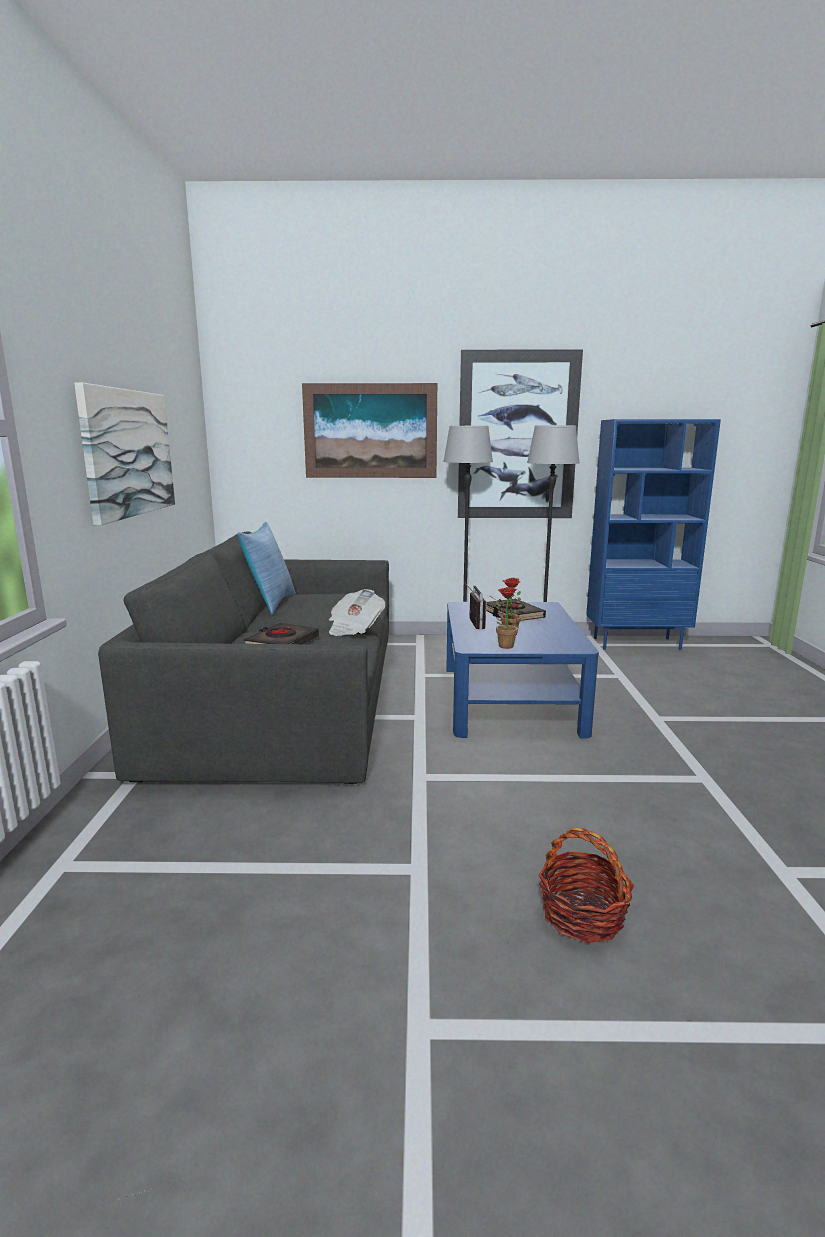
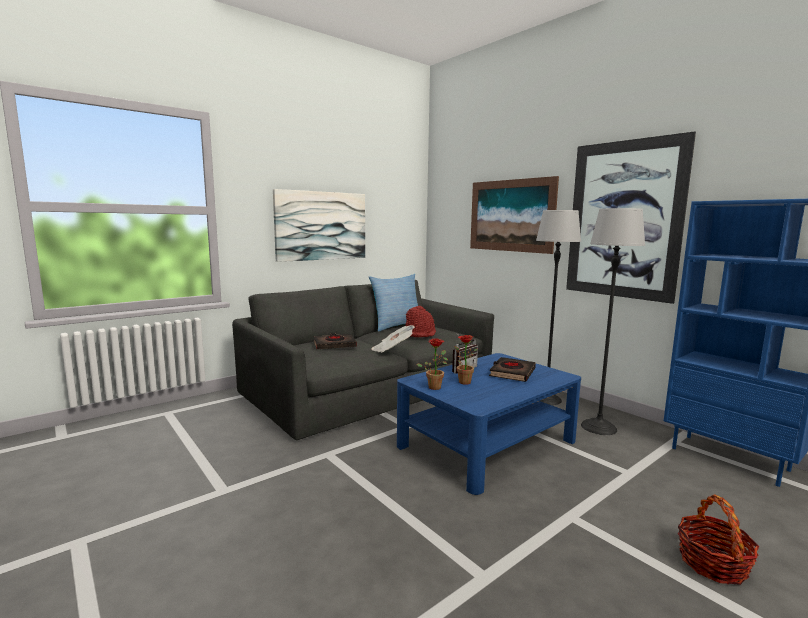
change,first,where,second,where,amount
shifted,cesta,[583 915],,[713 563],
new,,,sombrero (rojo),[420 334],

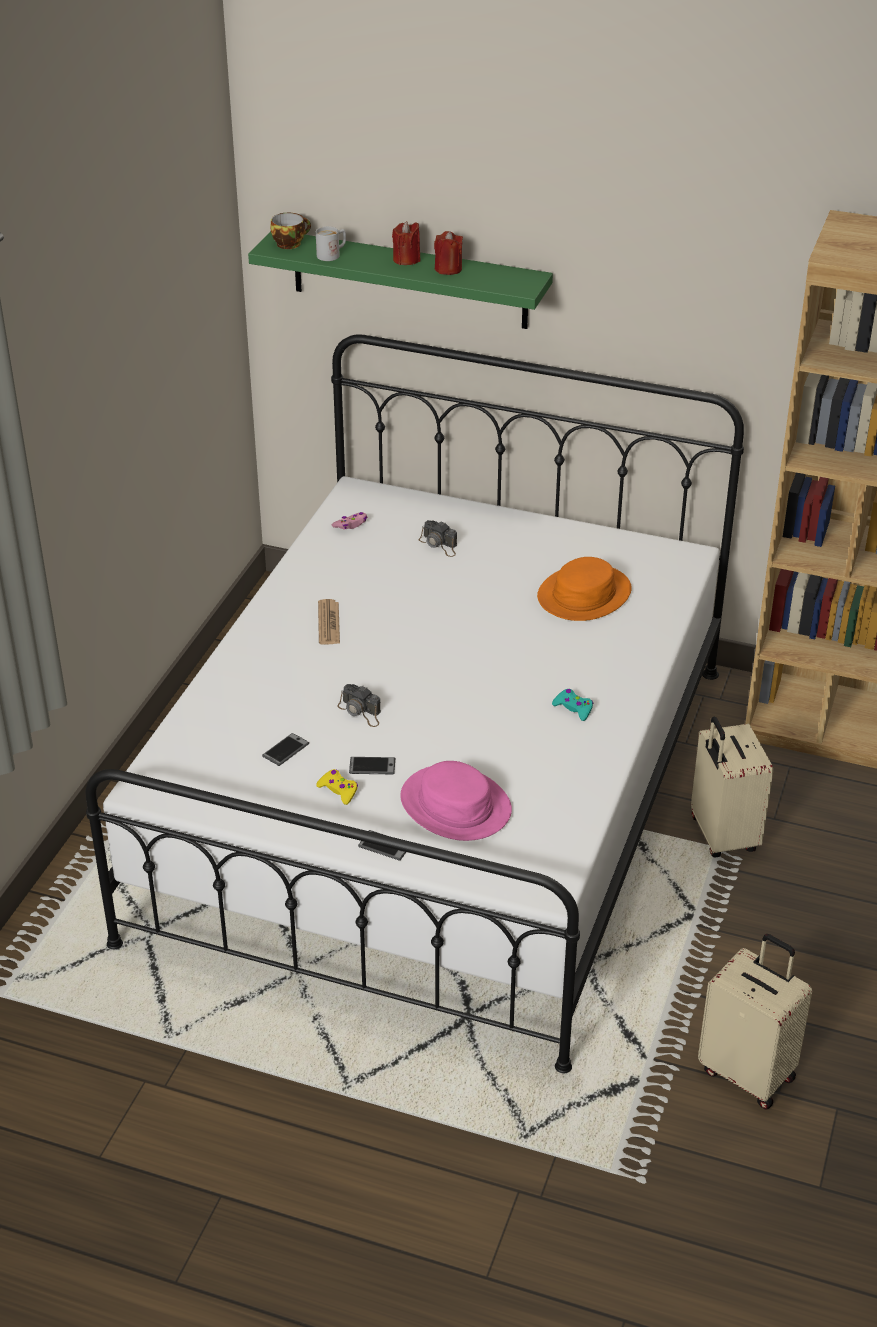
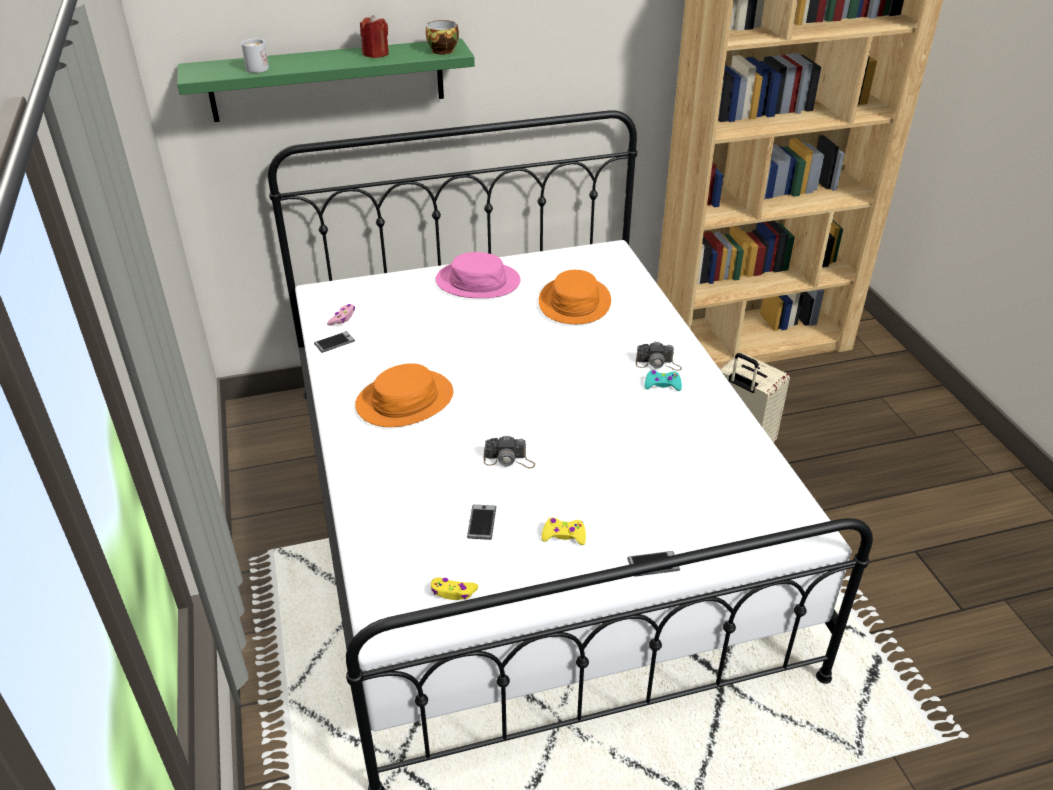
change,first,where,second,where,amount
shifted,taza,[290 243],,[443 50],
swapped,periódico,[328 623],sombrero (naranja),[405 400],
shifted,móvil,[372 766],,[334 342],
gone,vela (rojo),[406 259],,,
shifted,sombrero (rosa),[456 804],,[478 281],
shifted,cámara,[439 545],,[658 364],
gone,maleta (beis),[748 1073],,,
new,,,mando de consola (amarillo),[453 592],

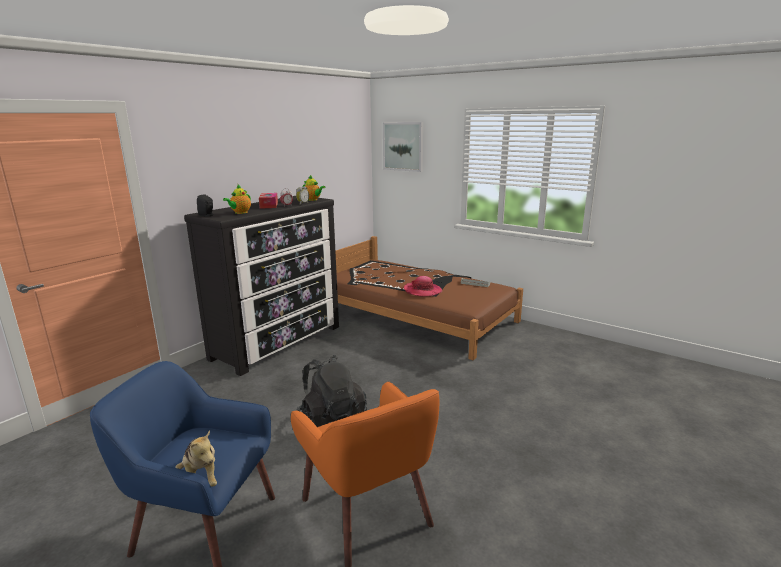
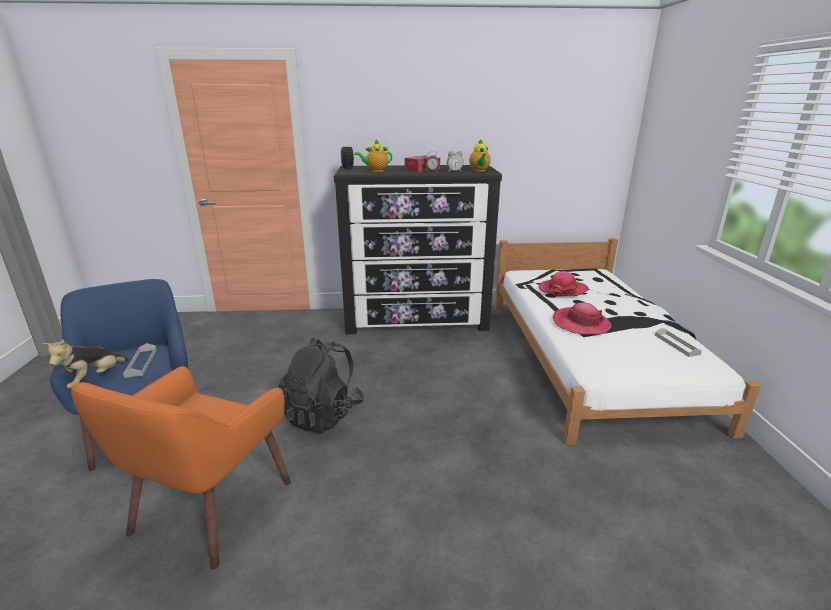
change,first,where,second,where,amount
repainted,cama (marrón),[415 316],cama (blanco),[589 357],
gone,cuadro,[403 146],,,
new,,,bandeja (gris),[141 363],
new,,,sombrero,[563 290],

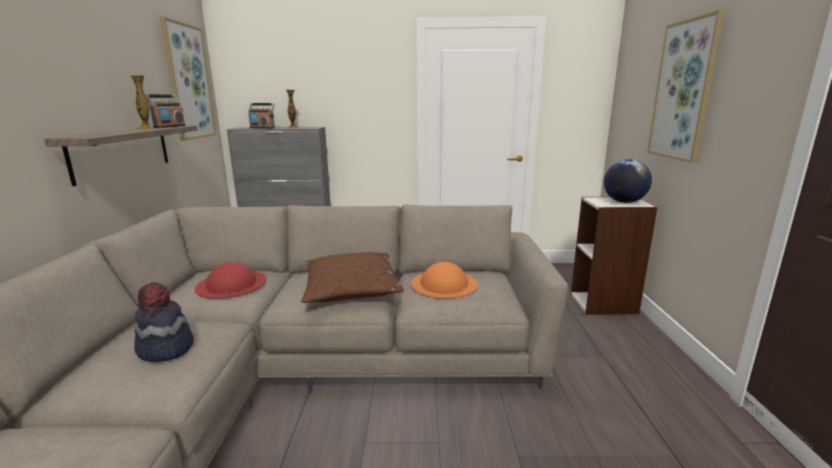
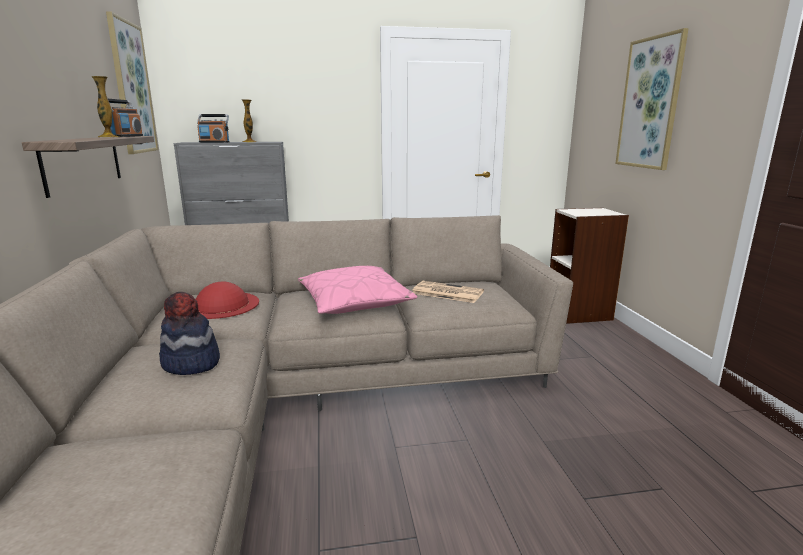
change,first,where,second,where,amount
repainted,cojín (marrón),[351 288],cojín (rosa),[354 302],
swapped,sombrero (naranja),[444 283],periódico,[446 292],
gone,globo terráqueo,[624 202],,,

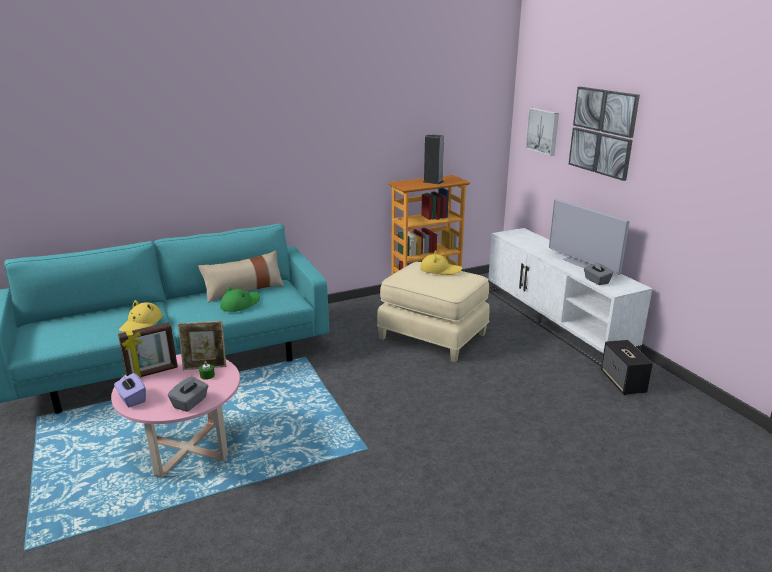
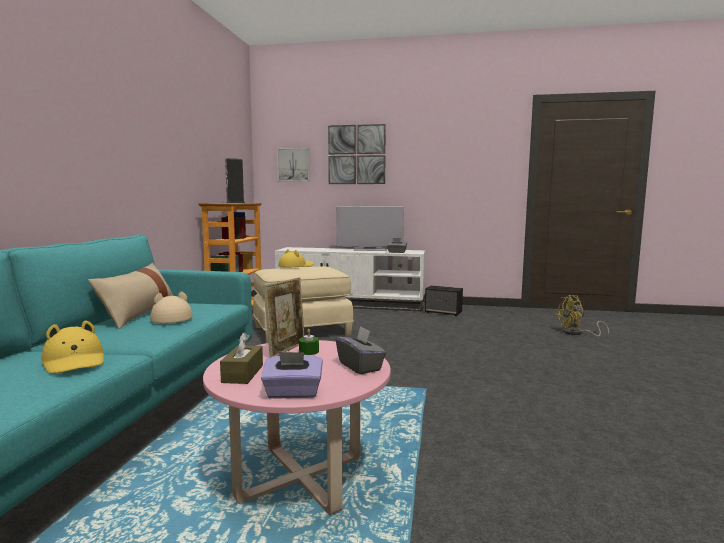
change,first,where,second,where,amount
swapped,portarretratos,[152 373],caja de pañuelos (marrón),[243 374],
repainted,sombrero (verde),[240 304],sombrero (beis),[171 318],
new,,,ventilador (amarillo),[577 333],

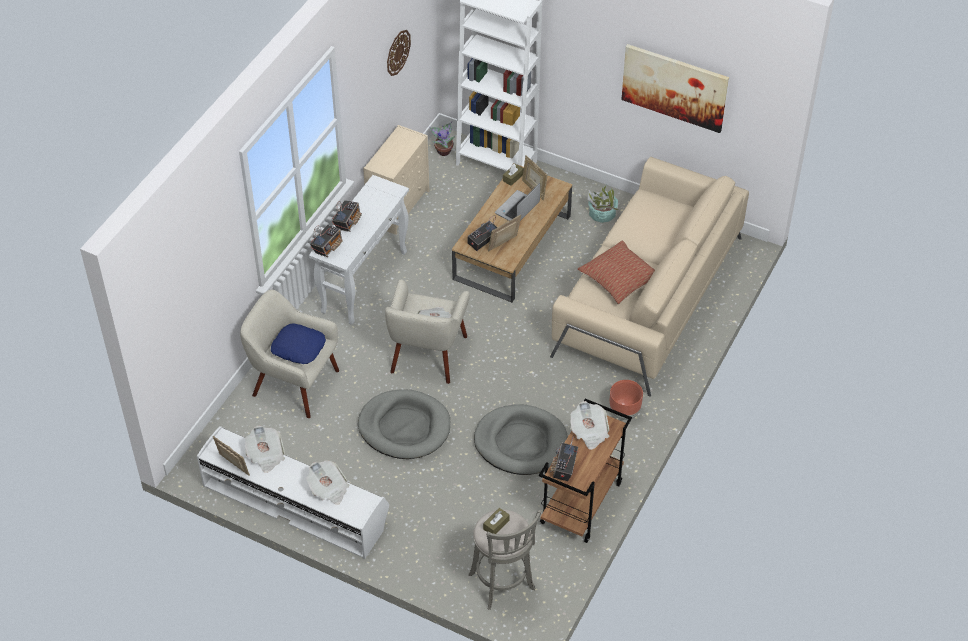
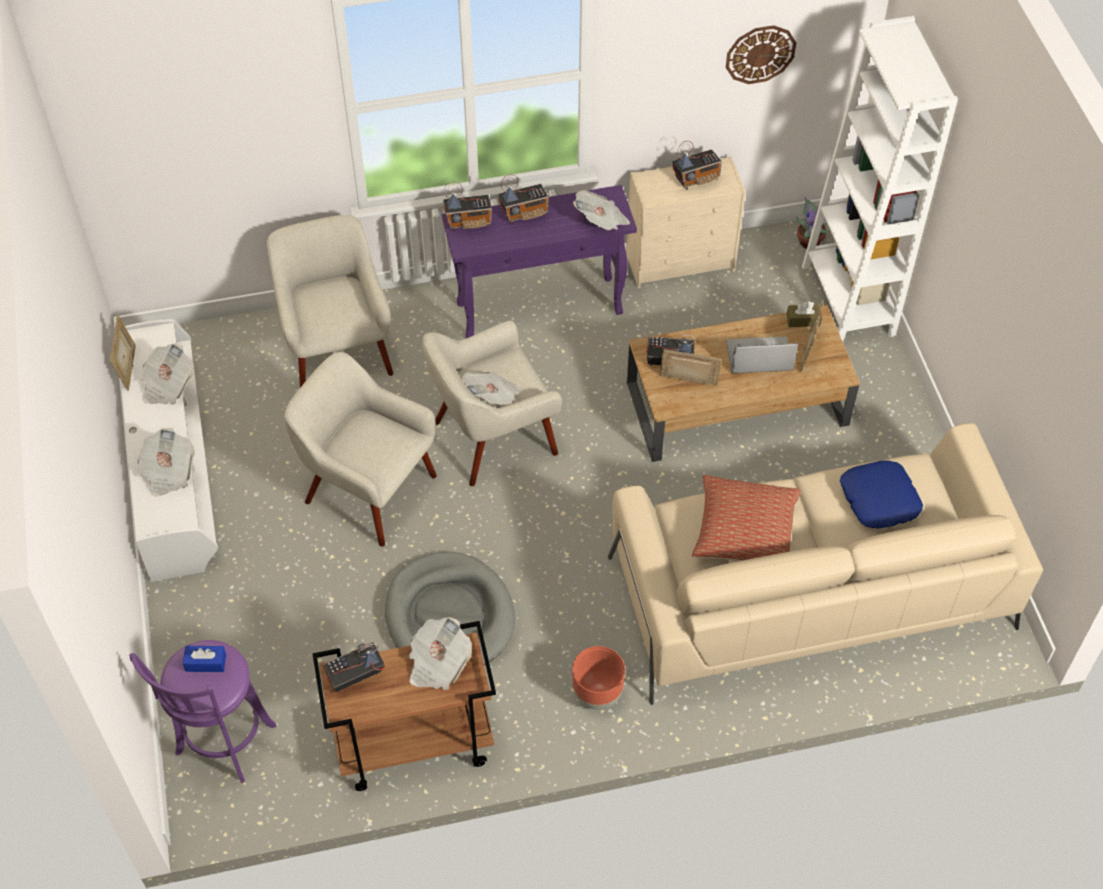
change,first,where,second,where,amount
shifted,cojín (azul),[298 348],,[878 499],
repainted,mesa consola (blanco),[364 281],mesa consola (morado),[541 308],
swapped,cama para perro (gris),[404 427],sillón (beis),[368 489],
repainted,taburete (gris),[503 585],taburete (morado),[223 744],
repainted,caja de pañuelos (marrón),[496 525],caja de pañuelos (azul),[206 662],
gone,planta en maceta,[602 214],,,
gone,cuadro,[674 87],,,
new,,,periódico,[601 221],
new,,,radio,[697 179],

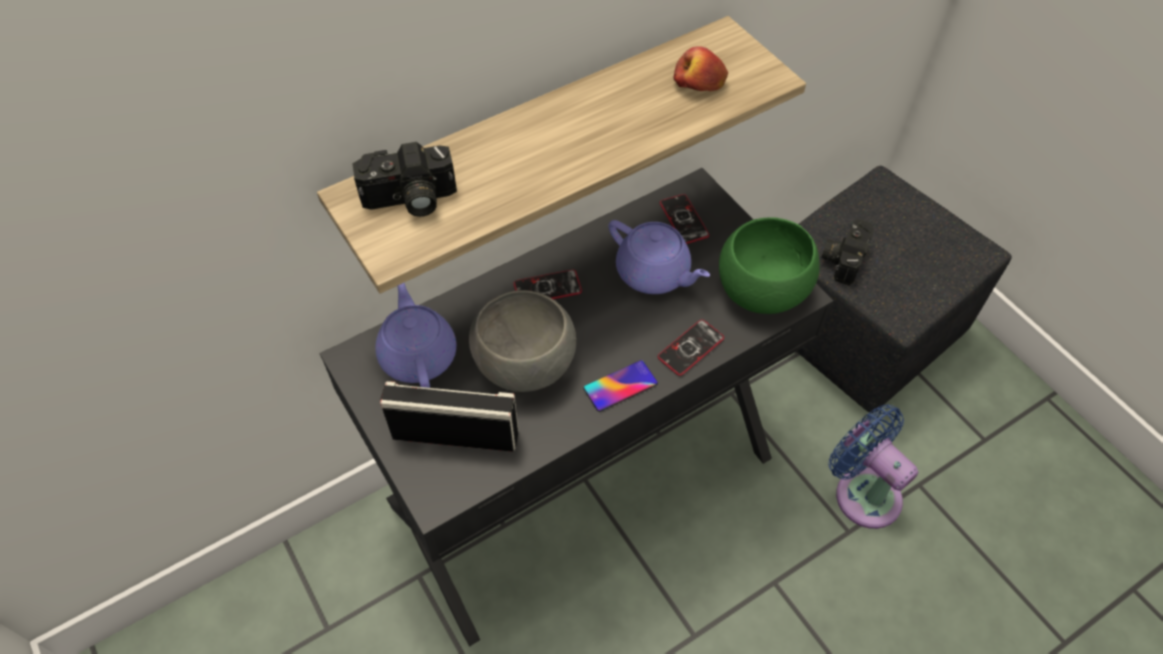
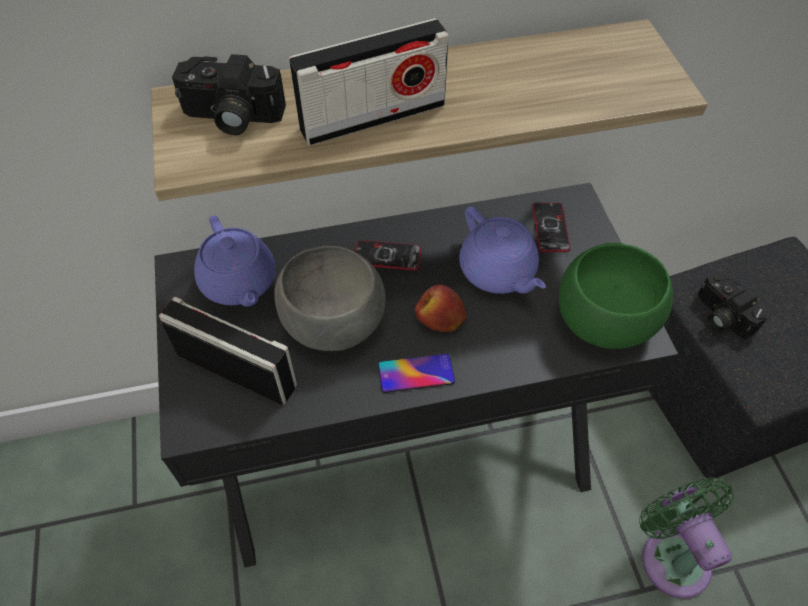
change,first,where,second,where,amount
rotated,tetera (morado),[418 354],,[239 283],150 degrees clockwise
gone,móvil,[690 348],,,
shifted,manzana,[699 83],,[440 317],
rotated,cámara,[842 258],,[720 316],75 degrees counterclockwise
repainted,ventilador (azul),[862 492],ventilador (verde),[672 554],
new,,,radio,[373 117],

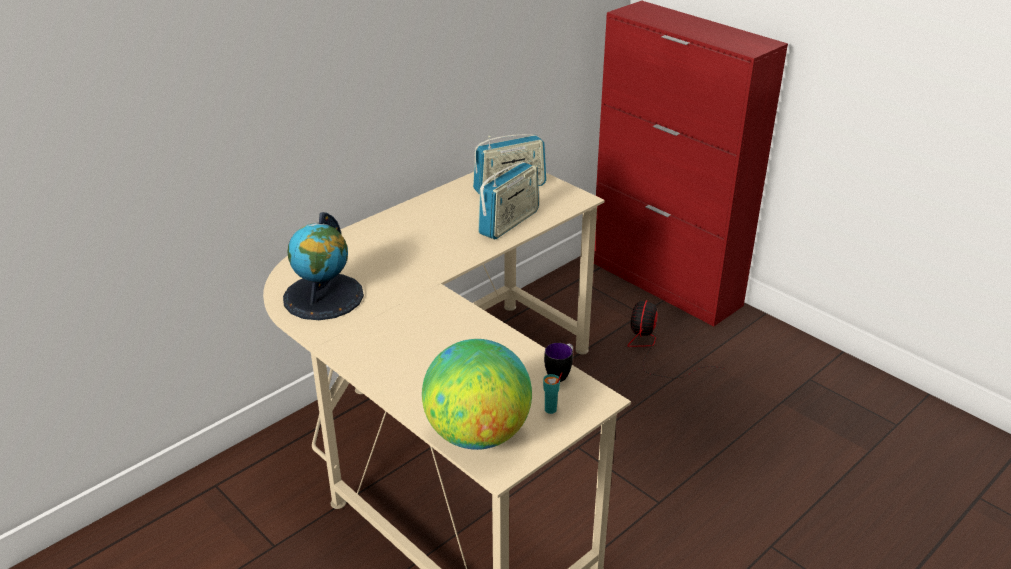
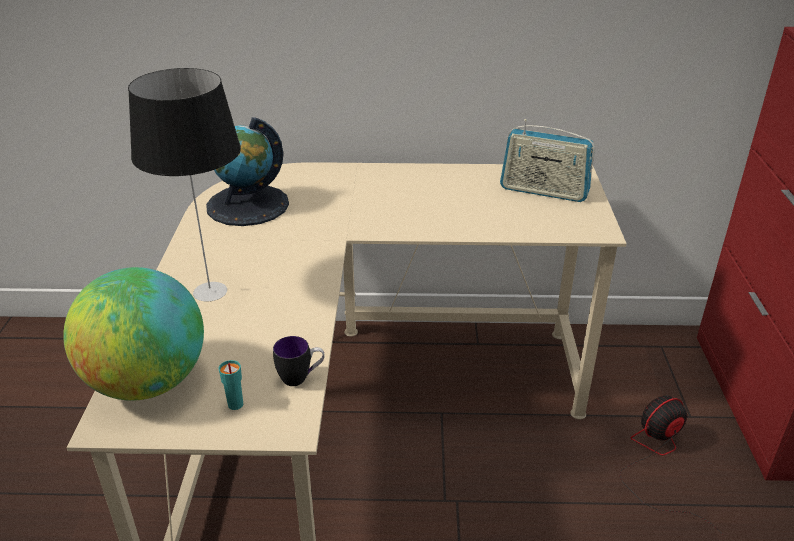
change,first,where,second,where,amount
gone,radio,[509 223],,,
new,,,lámpara de mesa,[211 291],

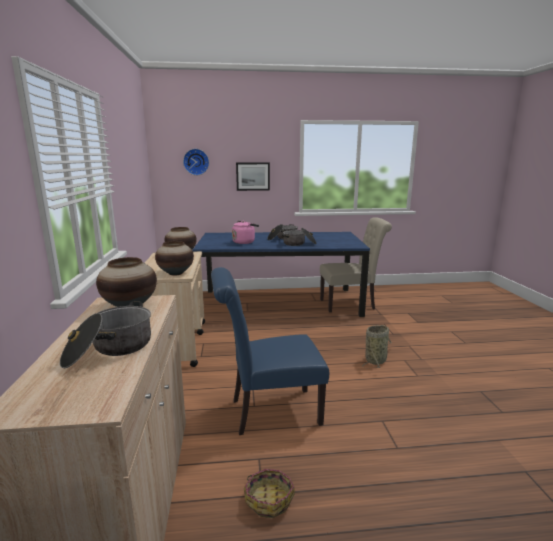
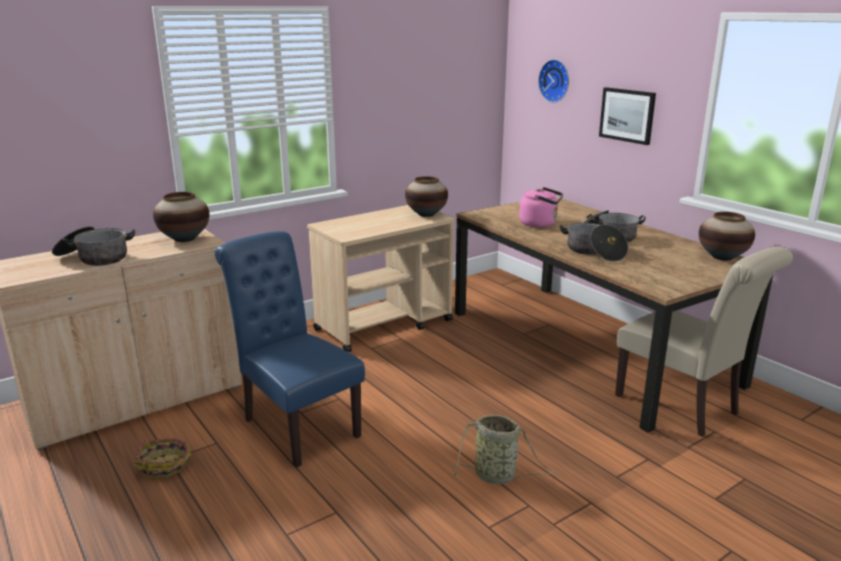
change,first,where,second,where,amount
shifted,florero,[176 273],,[722 257],
repainted,mesa de comedor (azul),[279 303],mesa de comedor (marrón),[585 346],

